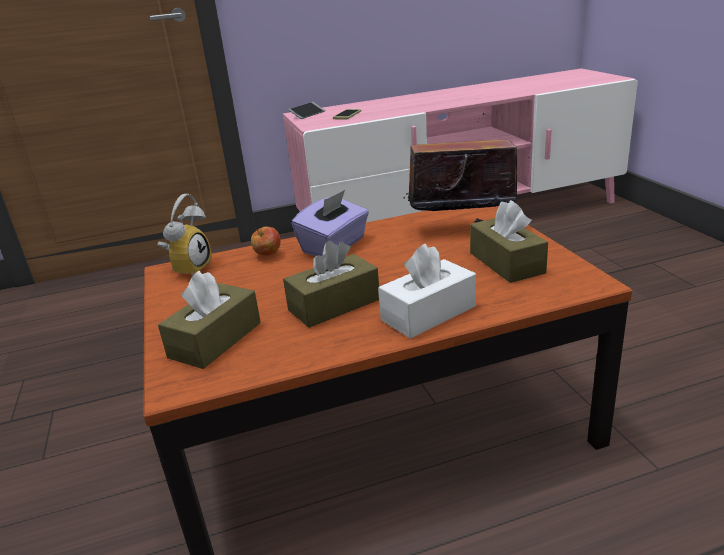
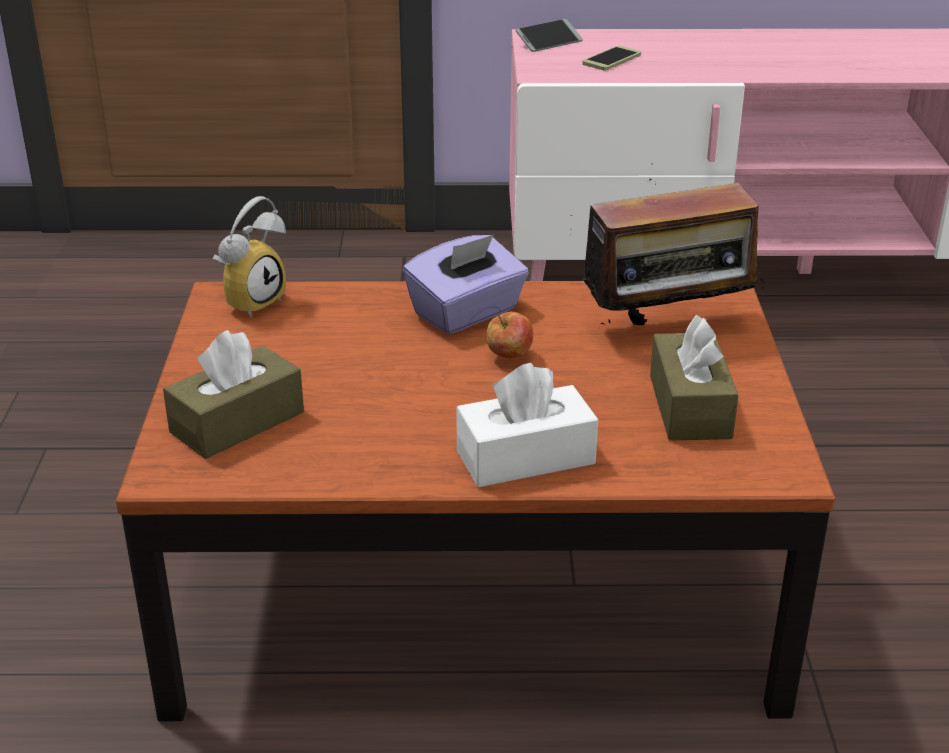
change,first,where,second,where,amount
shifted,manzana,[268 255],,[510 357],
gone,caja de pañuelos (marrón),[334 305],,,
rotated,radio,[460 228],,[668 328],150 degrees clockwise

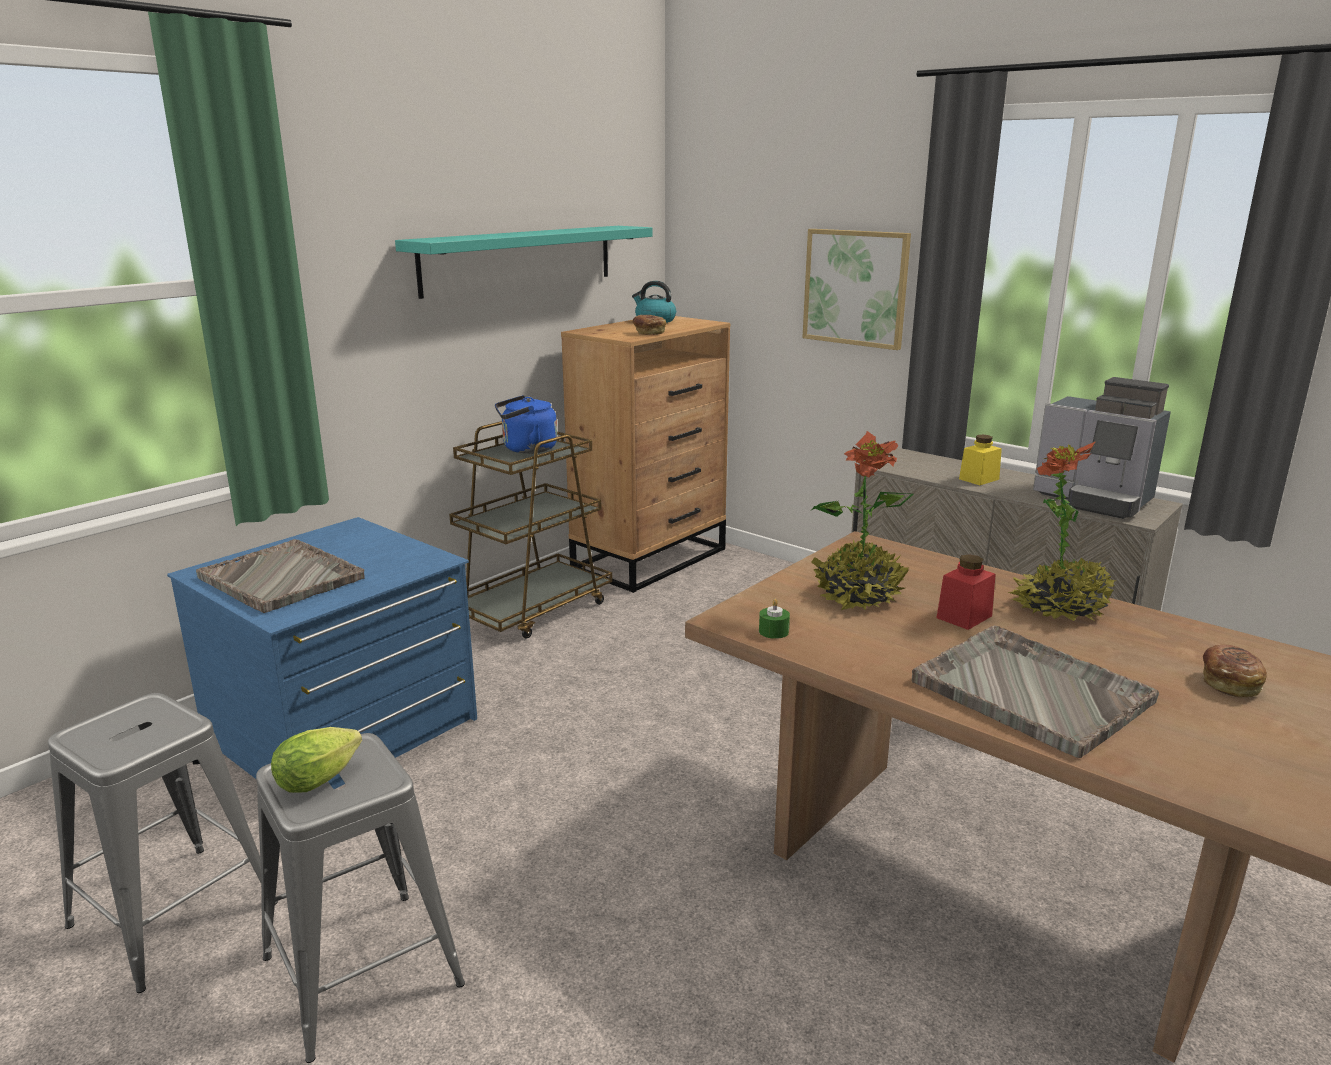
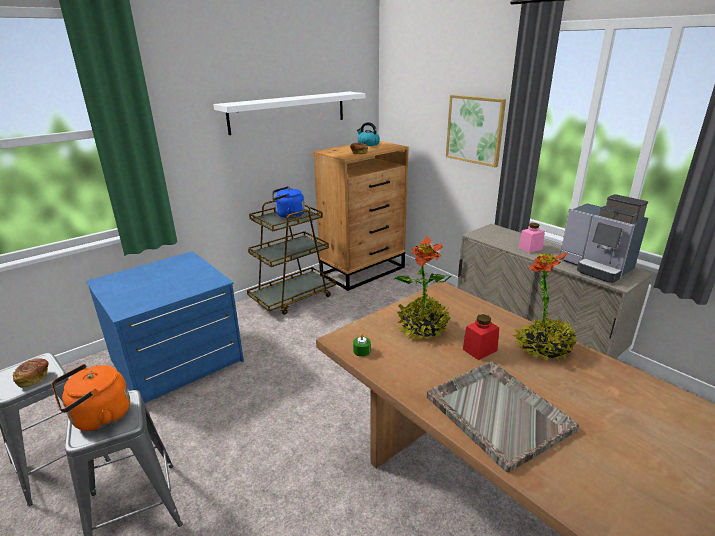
change,first,where,second,where,amount
gone,bandeja (gris),[282 578],,,
swapped,lechuga,[322 778],hervidor (naranja),[98 418],
repainted,estante (turquesa),[519 259],estante (blanco),[289 112],
repainted,tarro (amarillo),[979 479],tarro (rosa),[530 248],
shifted,pan,[1229 683],,[34 378],

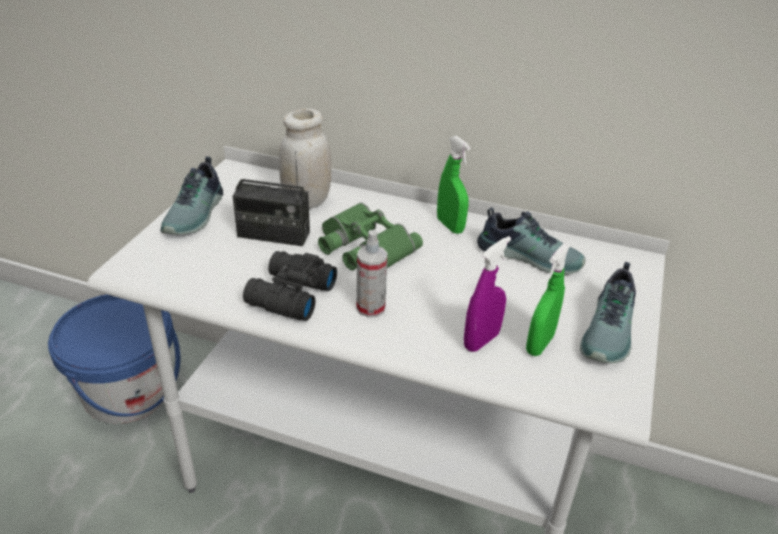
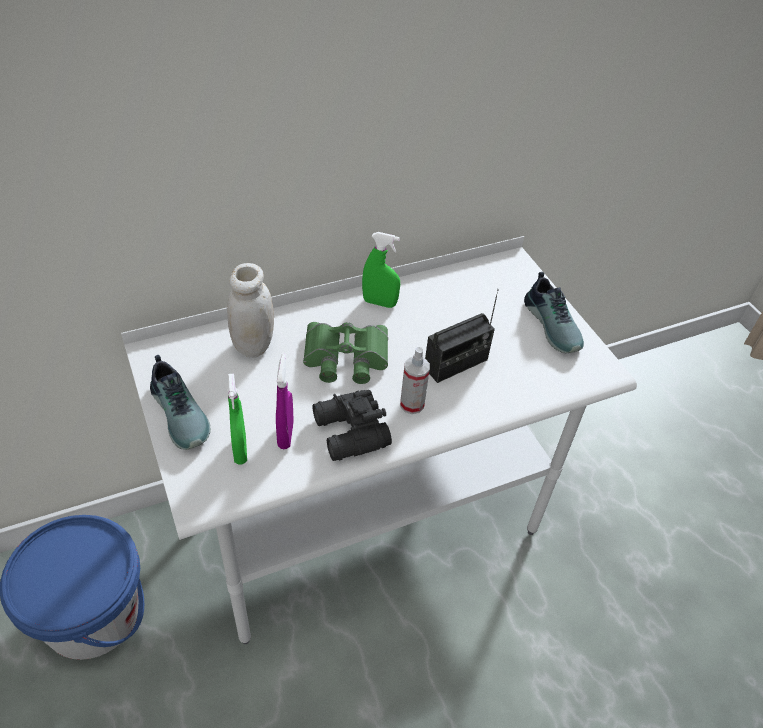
change,first,where,second,where,amount
shifted,radio,[273 235],,[456 364],
shifted,pulverizador (morado),[481 341],,[285 435],
gone,zapato,[529 256],,,
shifted,pulverizador (verde),[539 344],,[240 450],

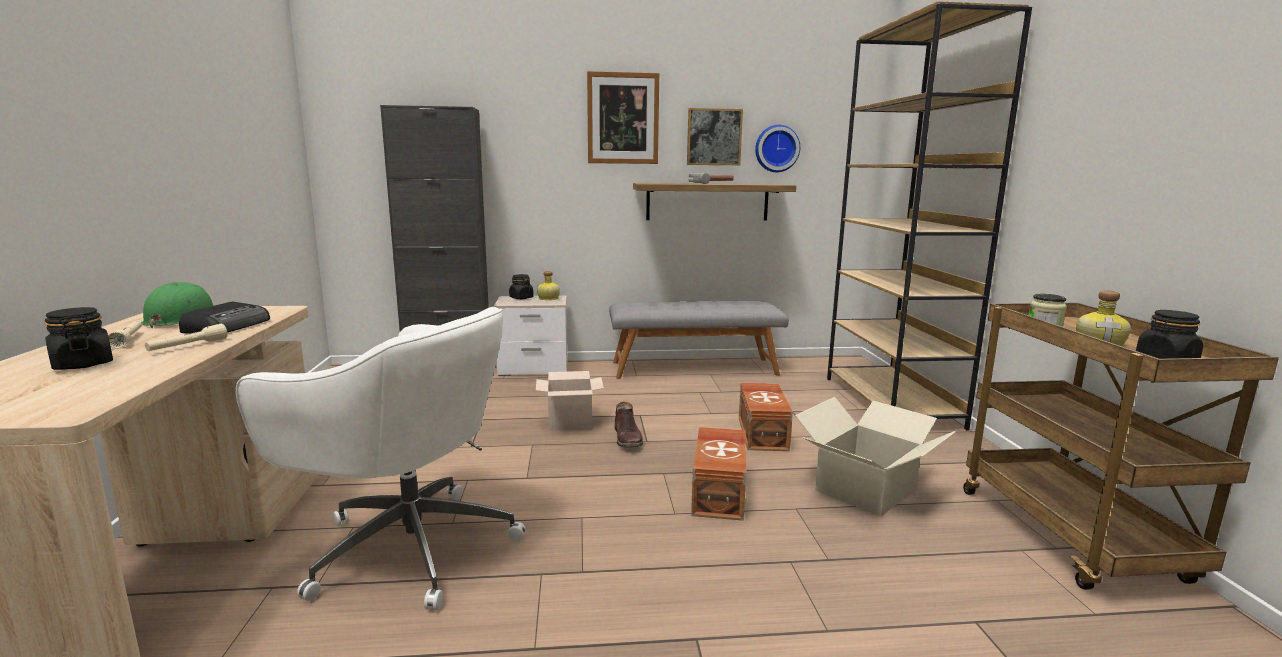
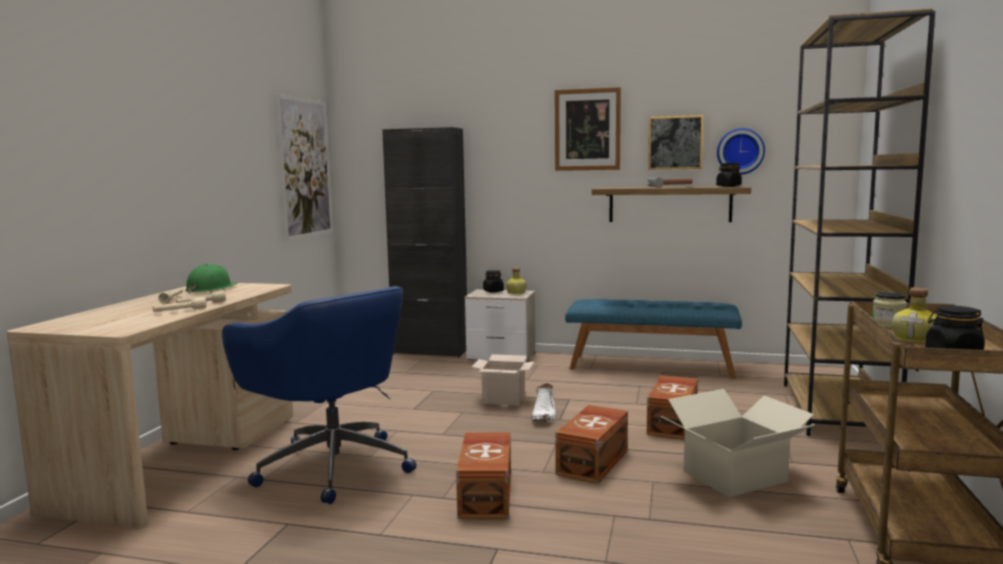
change,first,where,second,where,amount
shifted,tarro (negro),[83 364],,[728 186],
gone,radio,[228 326],,,
repainted,silla de oficina (blanco),[408 546],silla de oficina (azul),[332 466],
repainted,banco (gris),[694 368],banco (azul),[651 366],
repainted,bota (marrón),[628 438],bota (blanco),[544 416],
new,,,linterna (beis),[180 311],
new,,,cuadro,[305 168],
new,,,caja de almacenaje (marrón),[487 494],

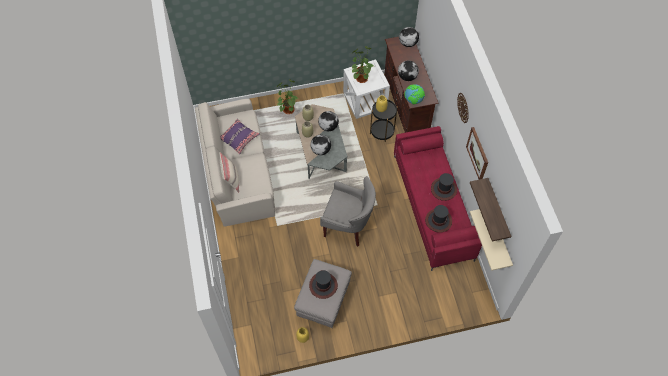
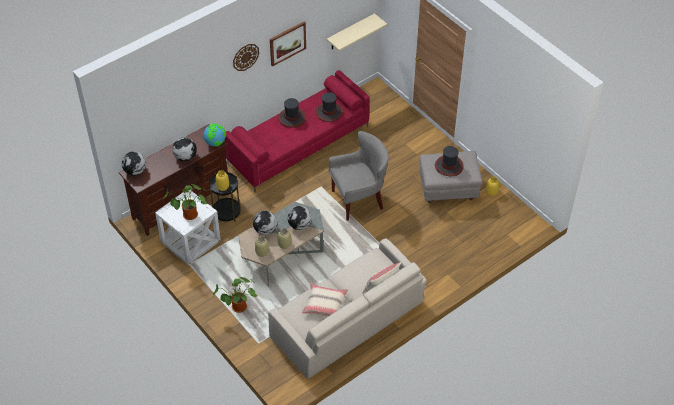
change,first,where,second,where,amount
repainted,cojín (morado),[238 139],cojín (beis),[325 304],
rotated,sillón (gris),[348 226],,[359 200],75 degrees clockwise
gone,estante,[497 210],,,

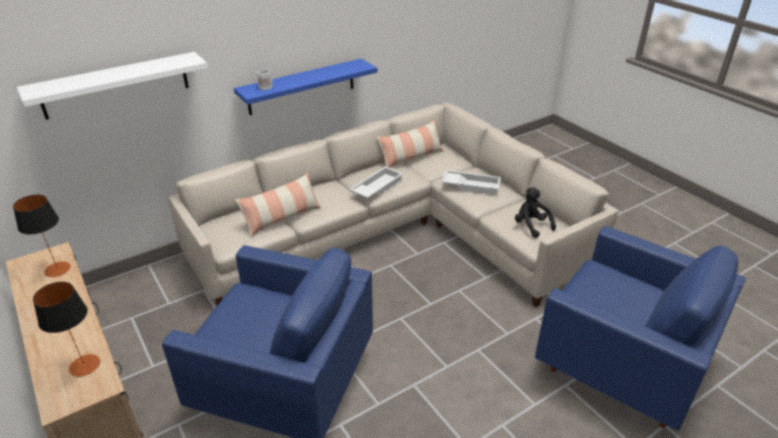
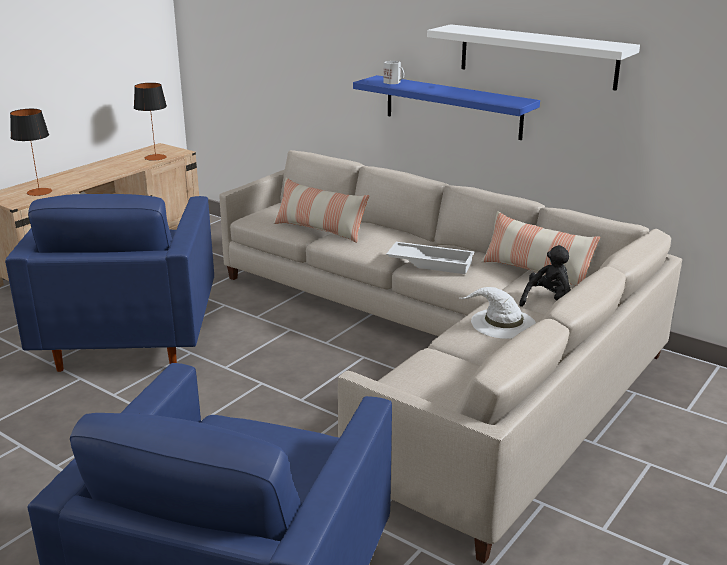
change,first,where,second,where,amount
shifted,estante (blanco),[116 85],,[537 56],
swapped,bandeja (blanco),[471 185],sombrero (blanco),[502 323],
shifted,peluche (negro),[531 226],,[548 303],

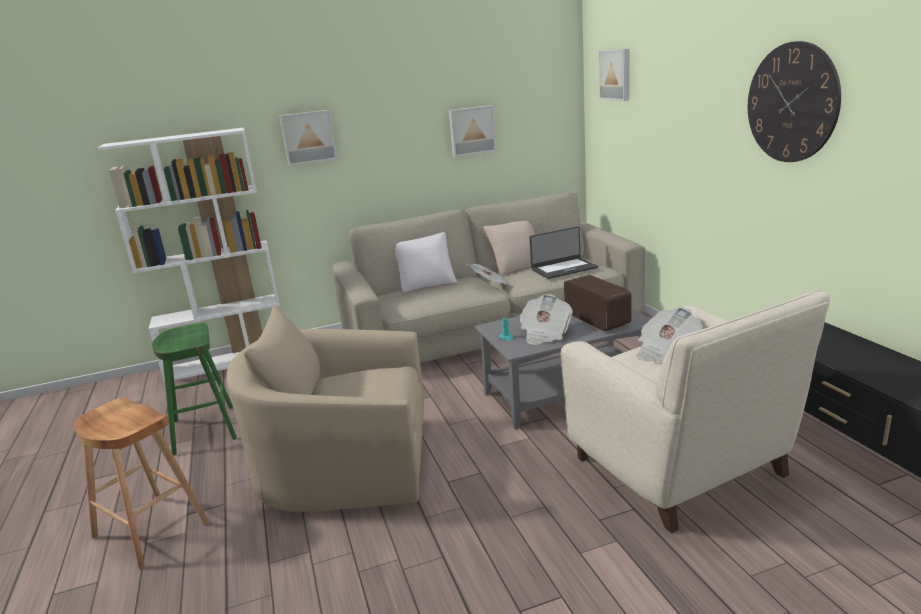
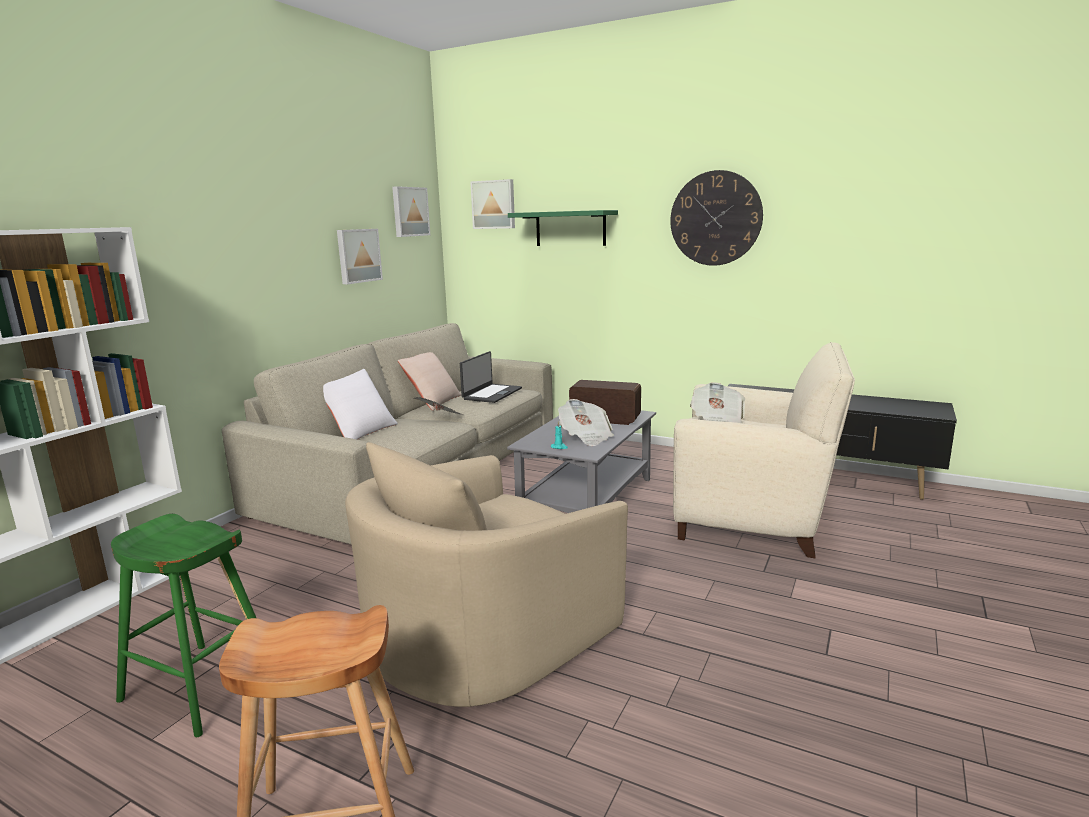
change,first,where,second,where,amount
shifted,cuadro,[308 137],,[409 211],
new,,,estante (verde),[570 228],

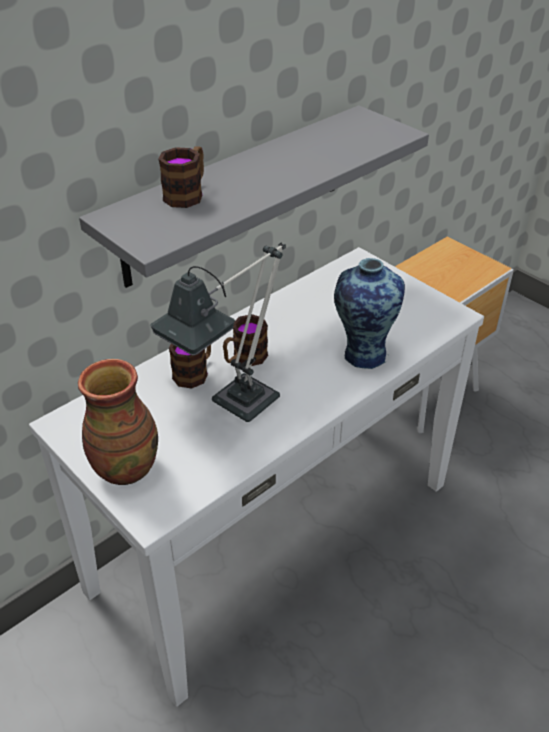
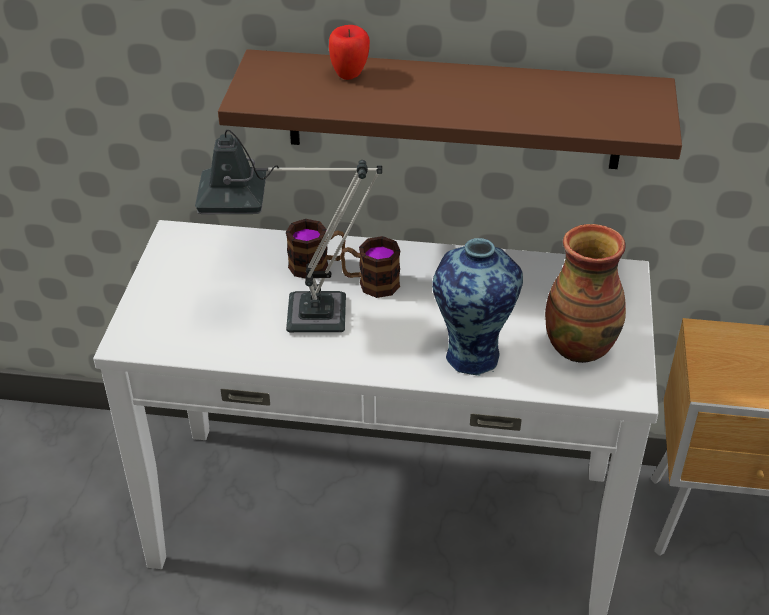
change,first,where,second,where,amount
shifted,florero,[125 468],,[579 346],
repainted,estante (gris),[236 195],estante (marrón),[454 110],
swapped,taza grande,[187 194],manzana,[350 75],

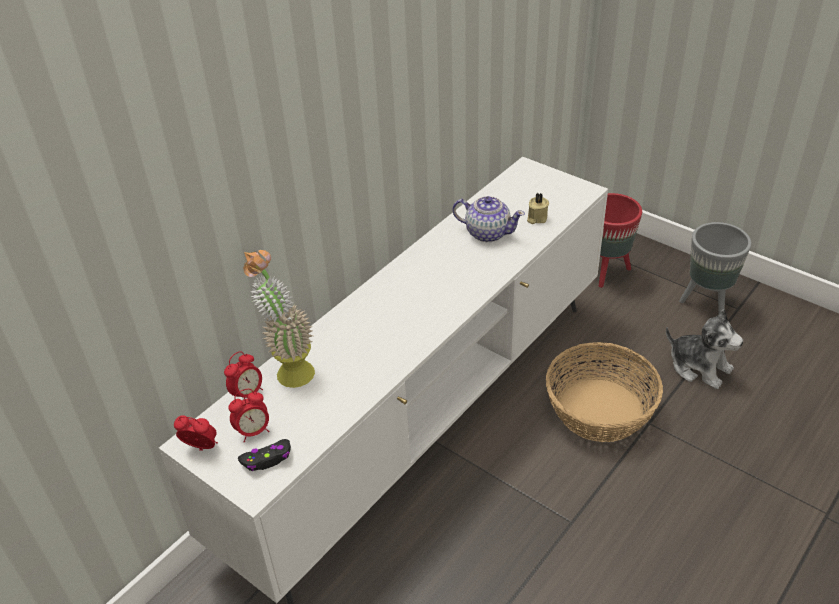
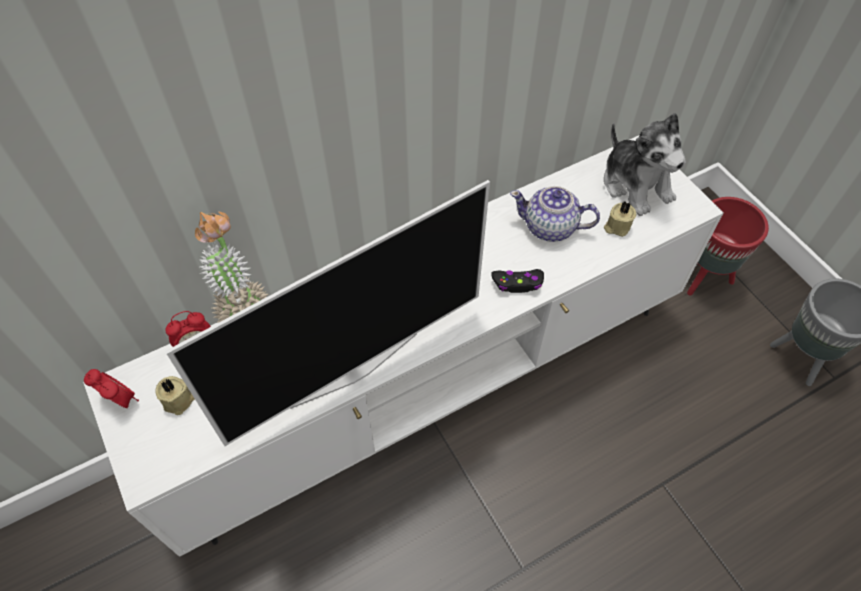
change,first,where,second,where,amount
swapped,despertador,[253 431],vela (beis),[180 400],
shifted,mando de consola (negro),[267 459],,[518 283],
rotated,tetera,[487 233],,[550 227],150 degrees clockwise
gone,cesta,[600 409],,,
shifted,peluche,[699 367],,[636 185],
new,,,televisor,[354 368],

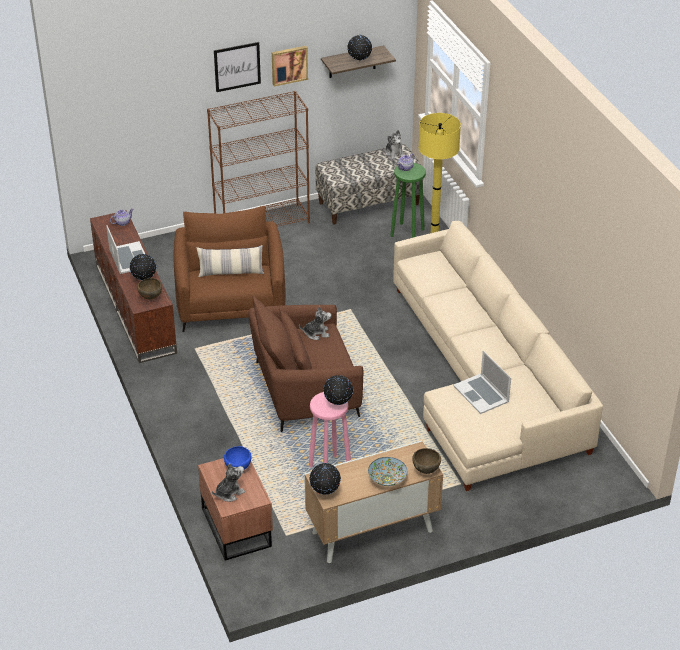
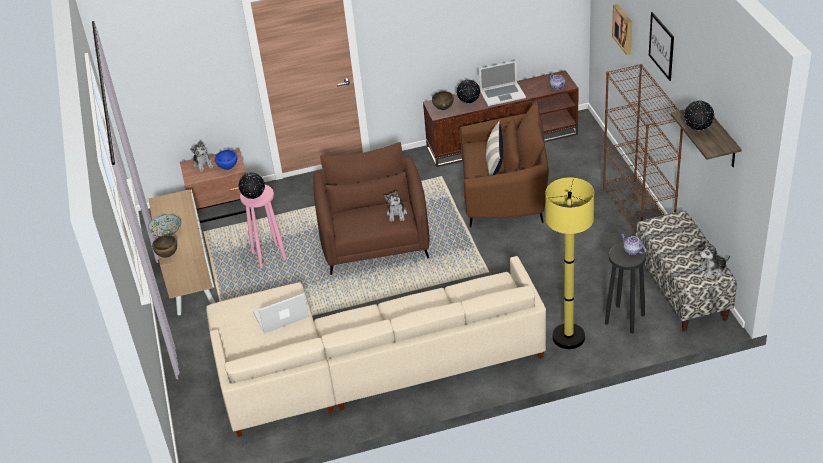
change,first,where,second,where,amount
shifted,cuadro,[289 65],,[624 29],
gone,globo terráqueo,[325 492],,,
repainted,taburete (verde),[407 233],taburete (negro),[624 319],

